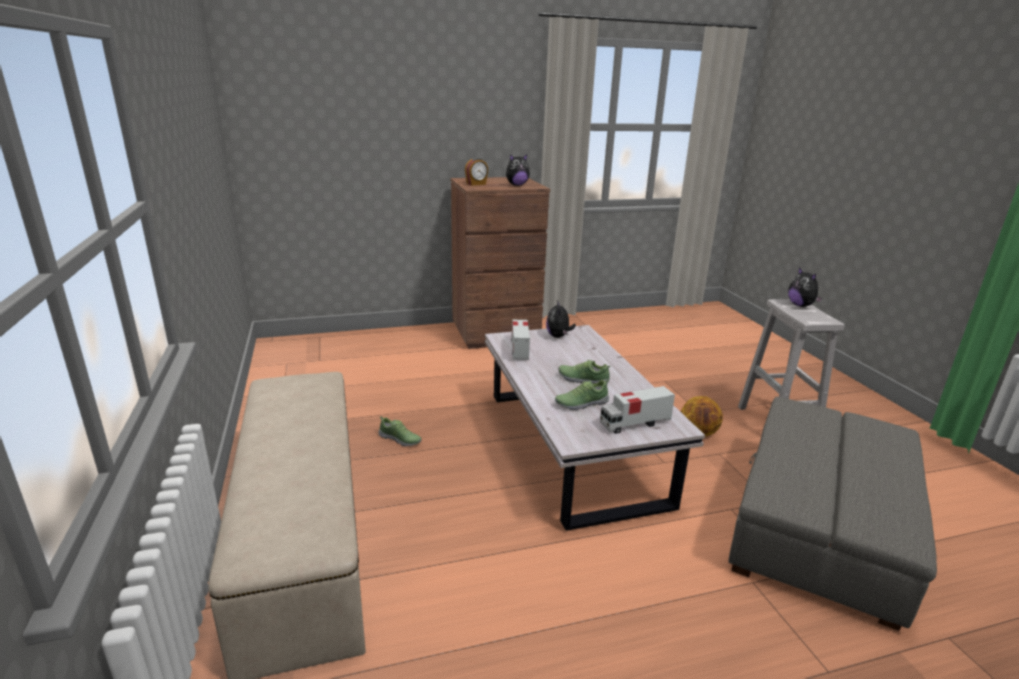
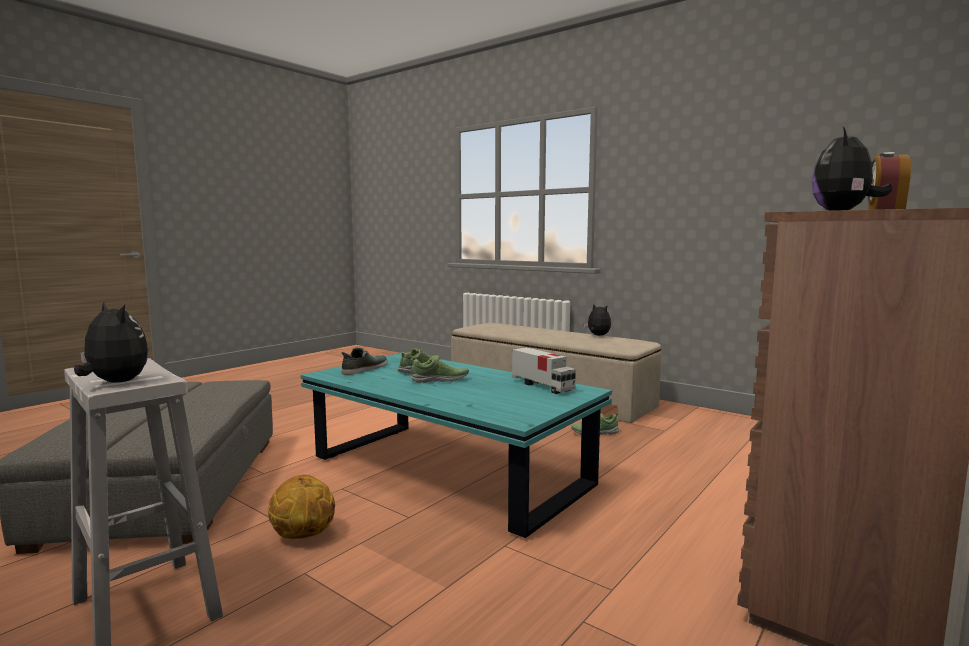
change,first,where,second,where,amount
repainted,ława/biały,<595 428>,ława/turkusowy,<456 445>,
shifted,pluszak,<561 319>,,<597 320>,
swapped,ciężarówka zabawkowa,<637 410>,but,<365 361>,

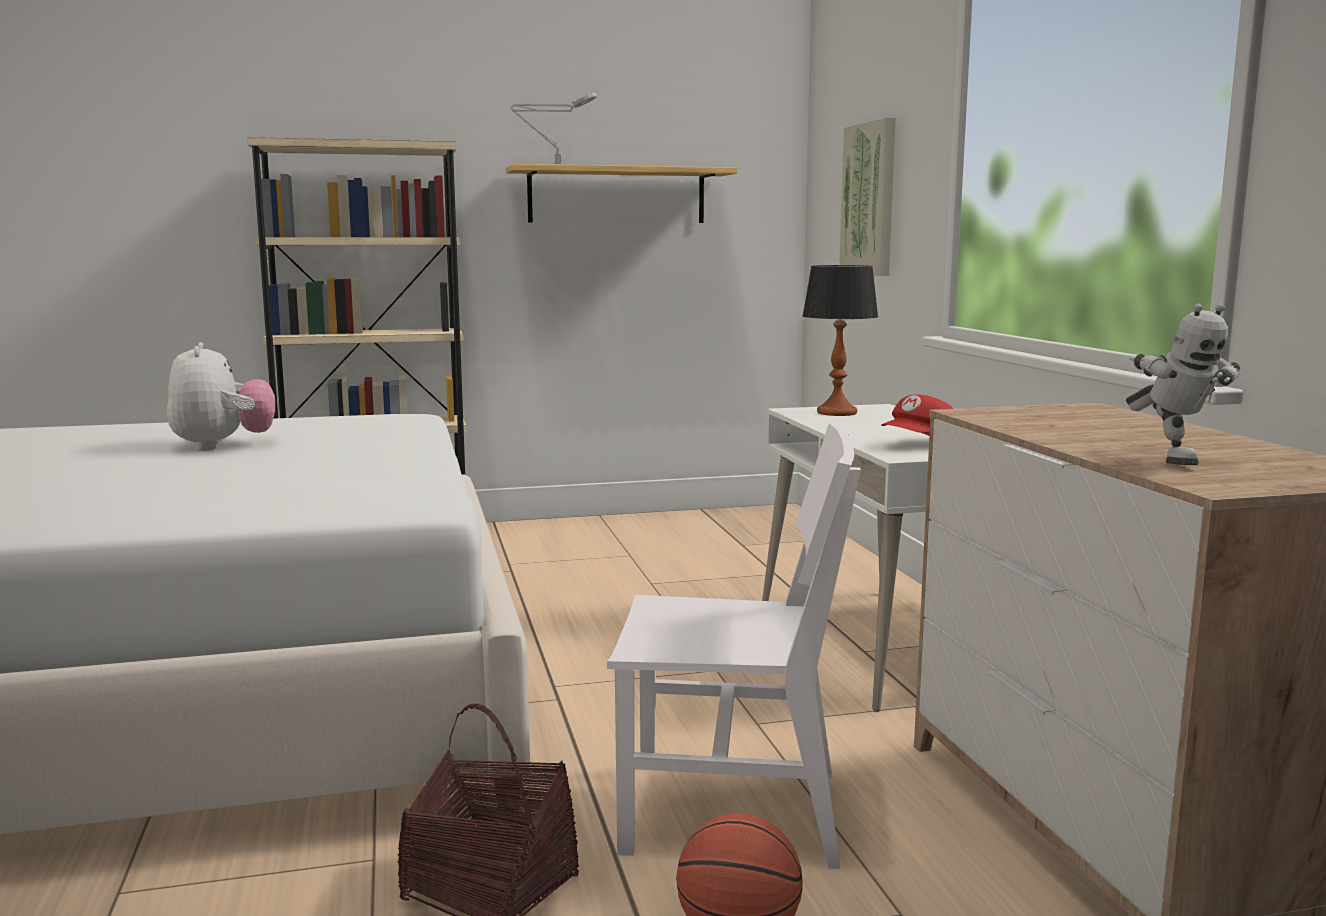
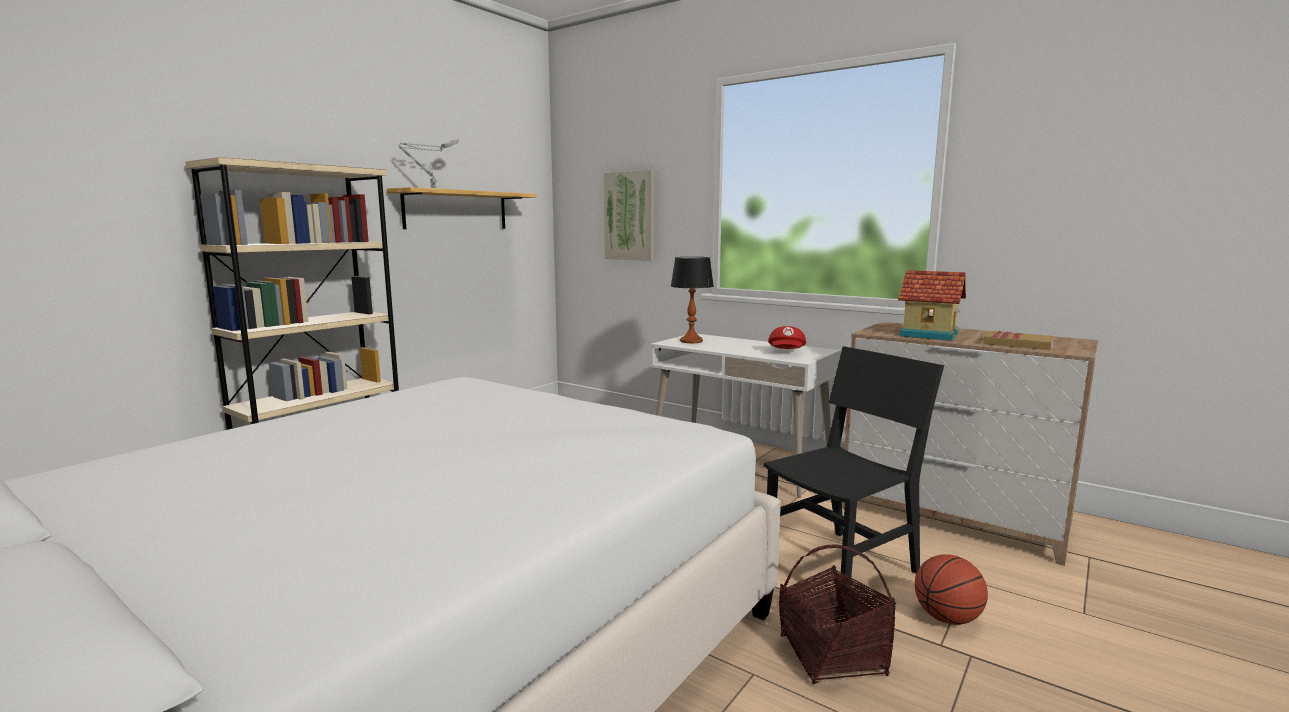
change,first,where,second,where,amount
gone,pluszak,<221 396>,,,
repainted,krzesło/biały,<734 646>,krzesło/czarny,<854 466>,
swapped,robot zabawkowy,<1183 384>,książka,<1018 340>,
new,,,domek,<932 305>,

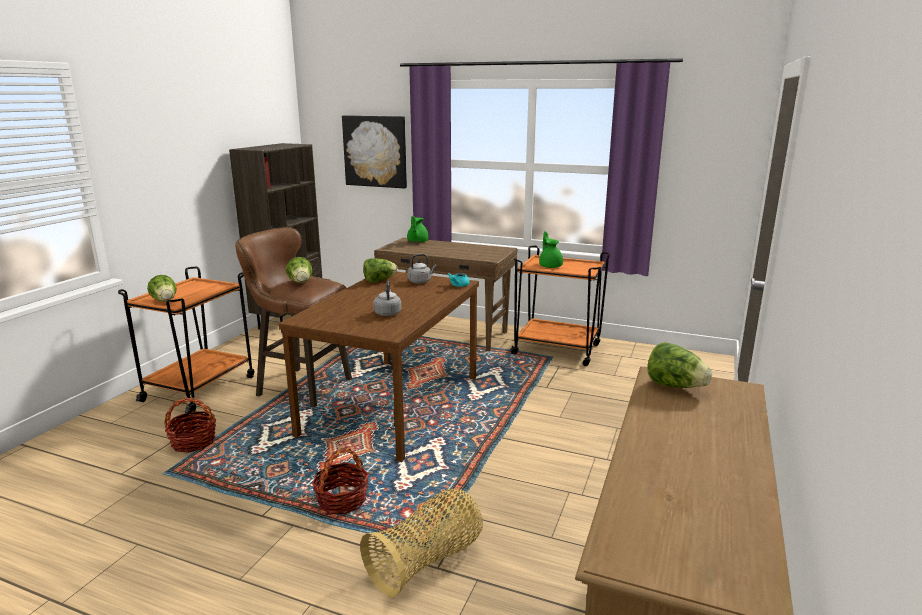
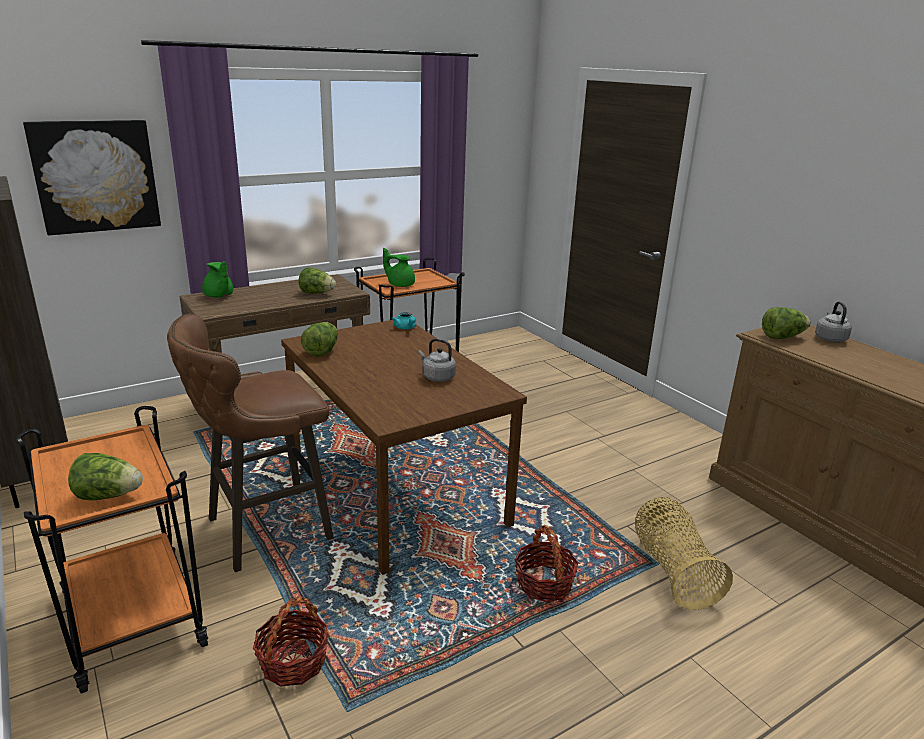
change,first,where,second,where,amount
shifted,sałata,<299 270>,,<317 281>,
shifted,czajnik/szary,<422 269>,,<833 321>,

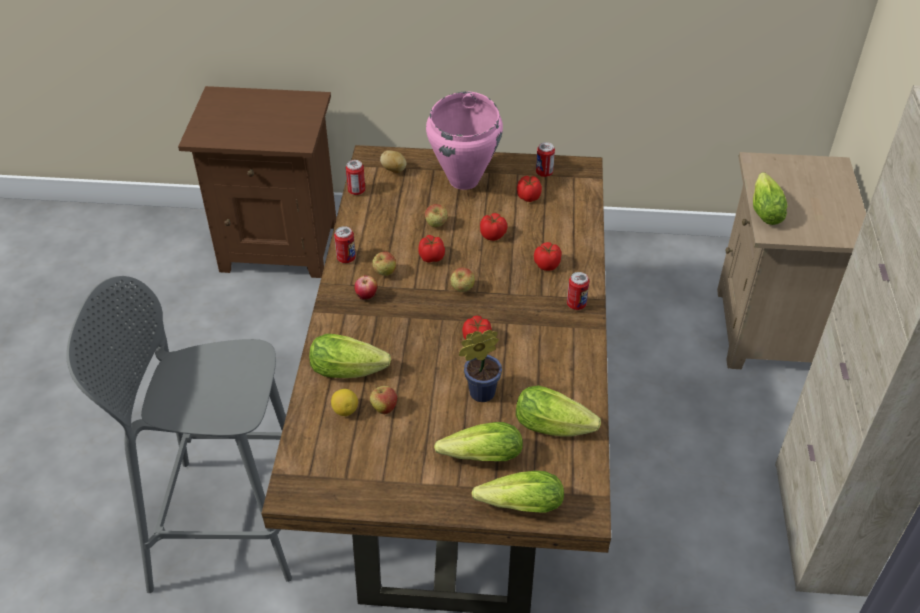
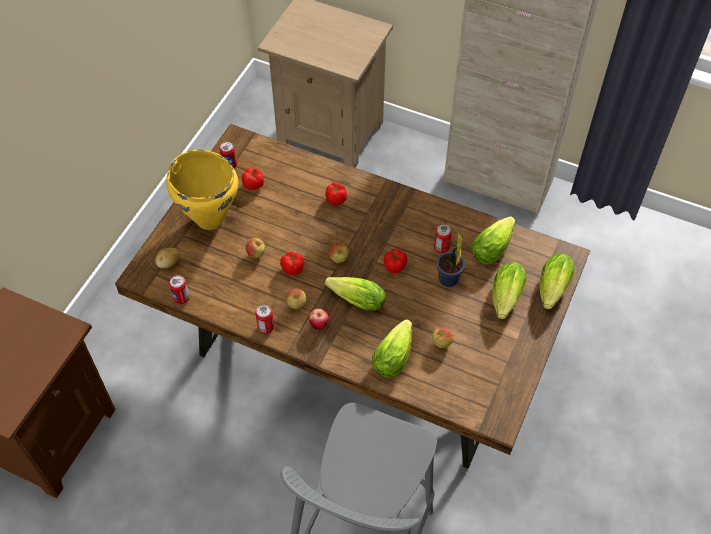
change,first,where,second,where,amount
gone,cytryna,<344 402>,,,
repainted,garnek/różowy,<464 140>,garnek/żółty,<202 190>,
gone,pomidor,<494 227>,,,
shifted,puszka,<578 291>,,<443 239>,
shifted,sałata,<770 198>,,<355 293>,

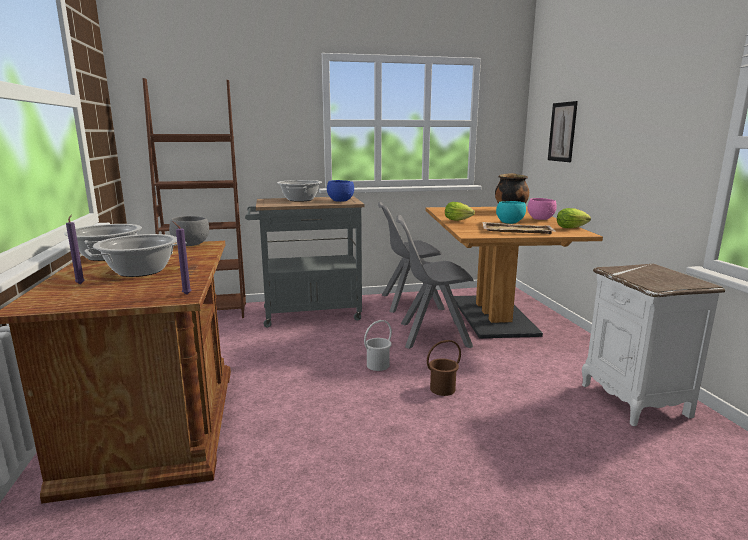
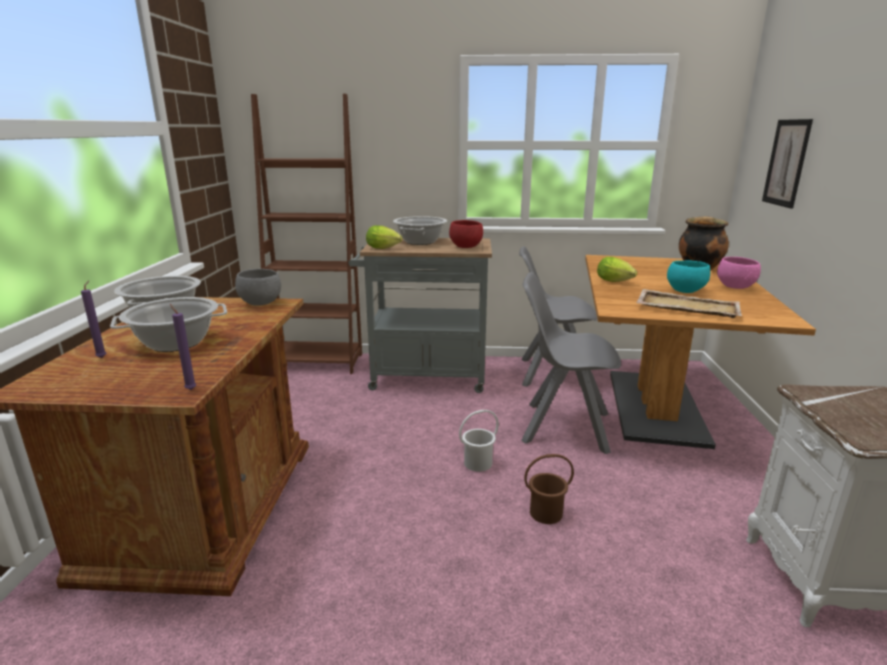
change,first,where,second,where,amount
repainted,miska/niebieski,<340 191>,miska/czerwony,<466 234>,
shifted,sałata,<574 218>,,<384 237>,

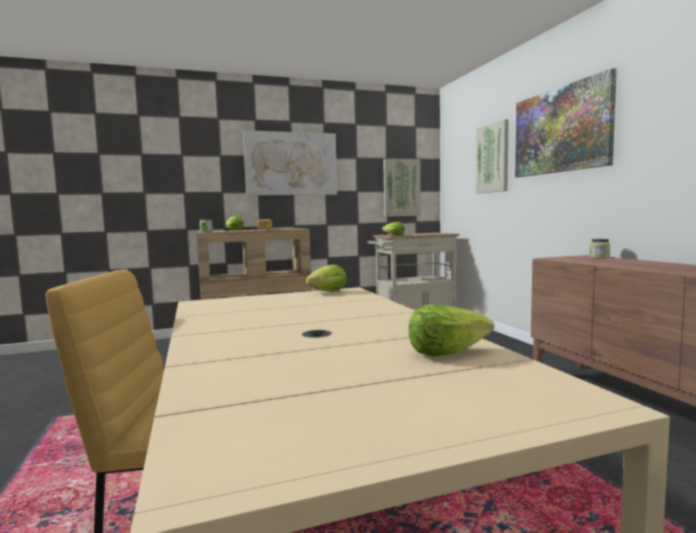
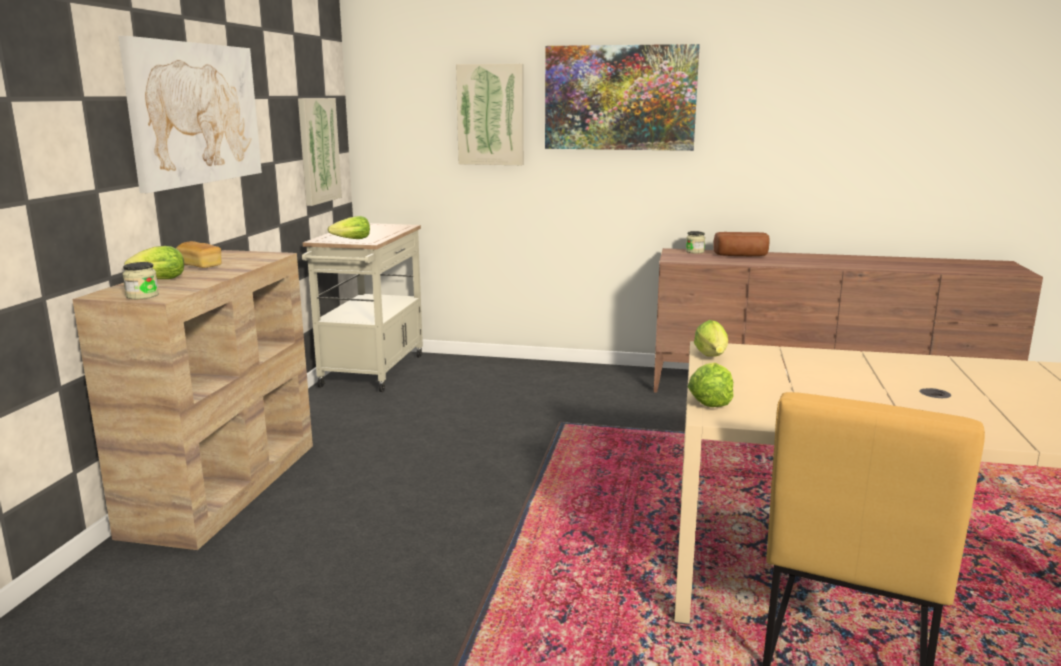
change,first,where,second,where,amount
shifted,sałata,<451 331>,,<711 384>,
new,,,chleb,<741 244>,

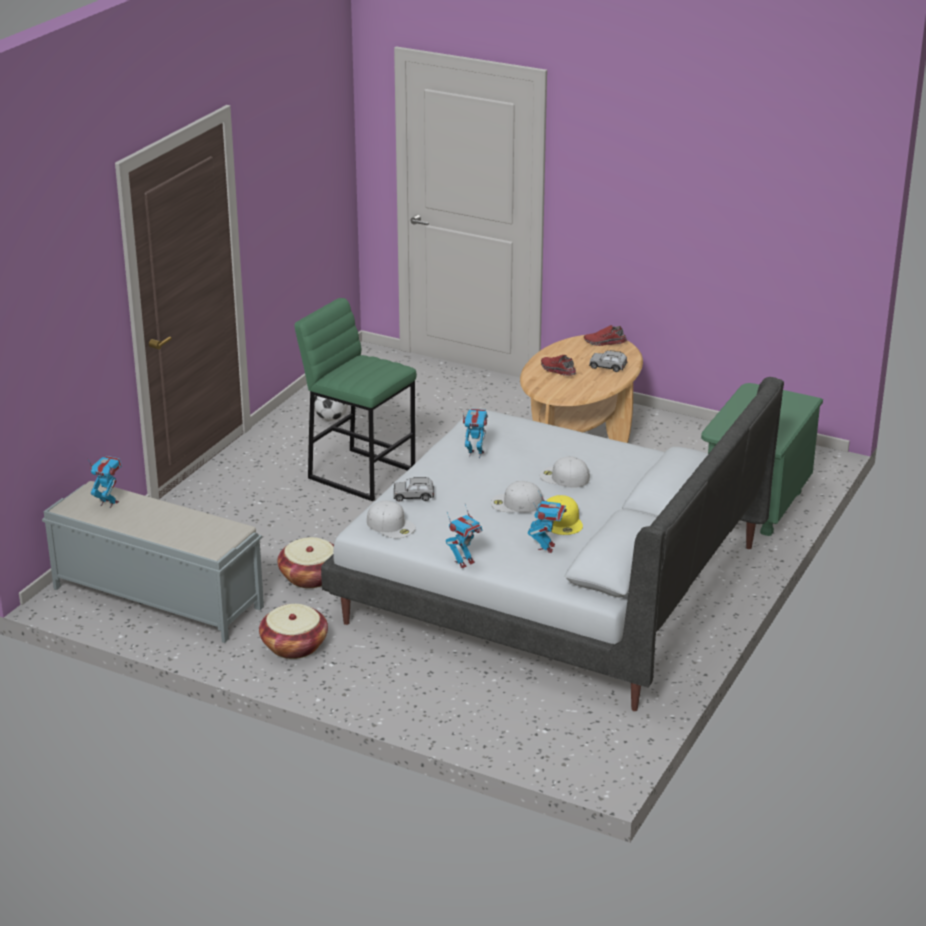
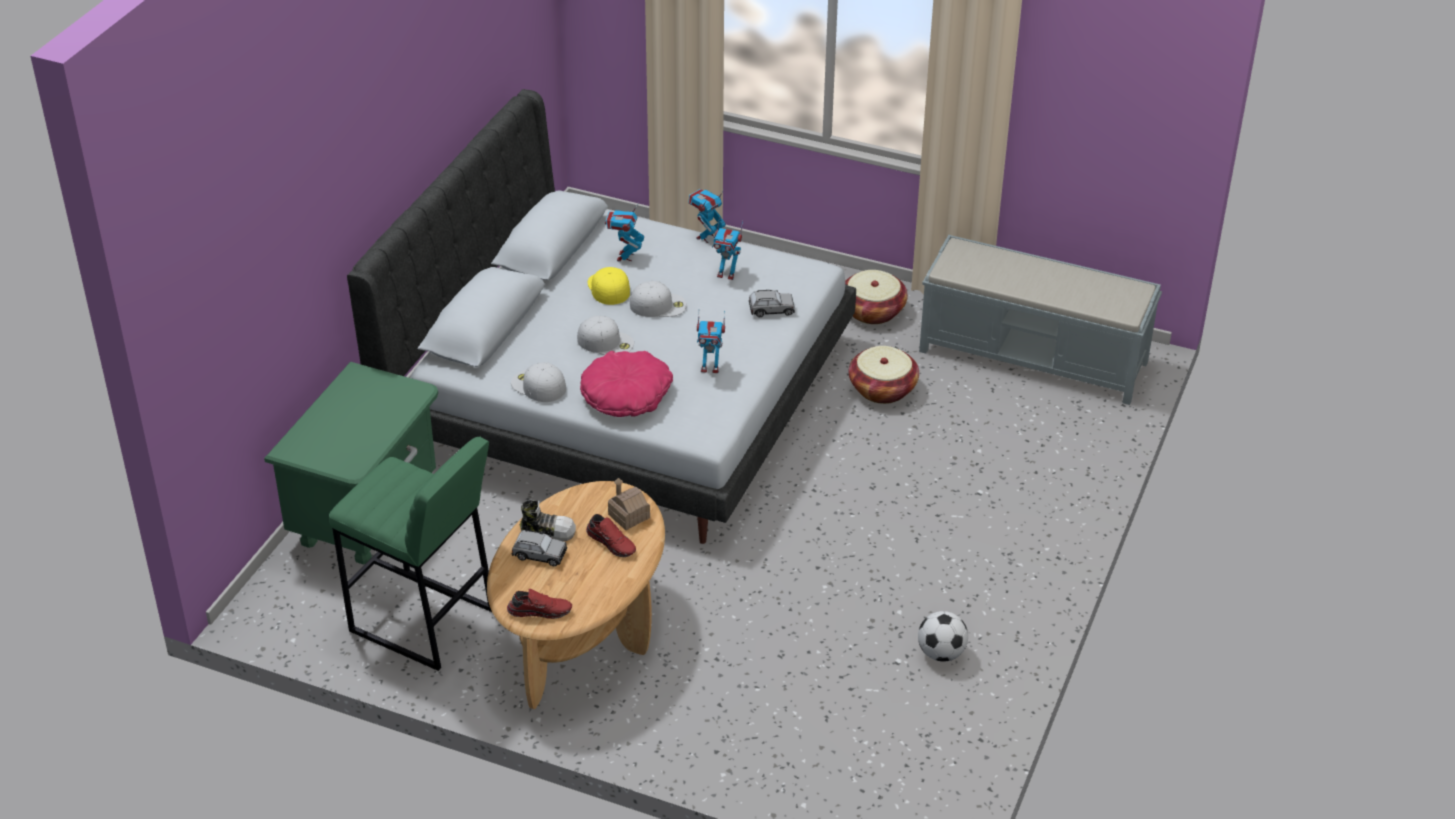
change,first,where,second,where,amount
shifted,robot zabawkowy,<104 482>,,<727 248>,
shifted,stołek/zielony,<356 399>,,<410 554>,
shifted,czapka z daszkiem/biały,<391 519>,,<538 382>,
new,,,but,<547 520>,
new,,,poduszka/różowy,<626 384>,
new,,,domek,<629 504>,

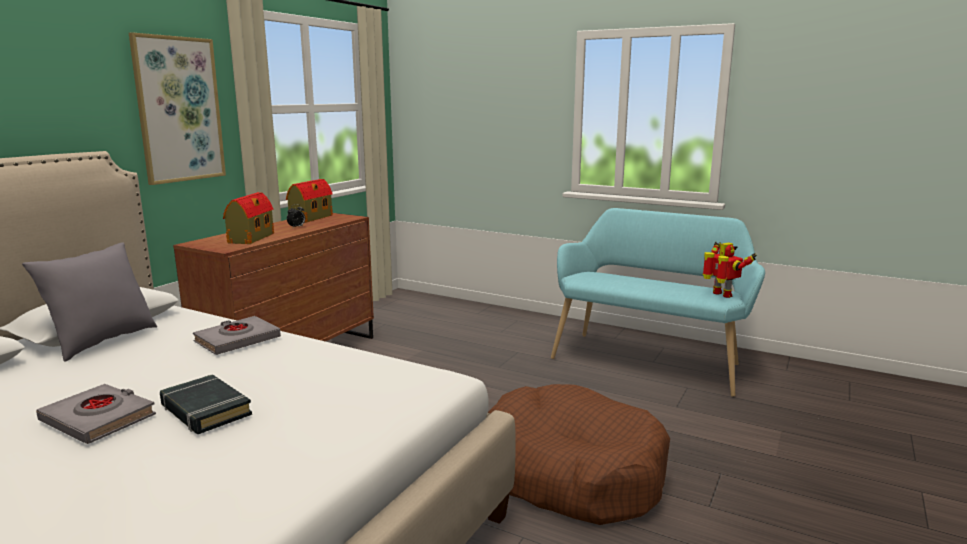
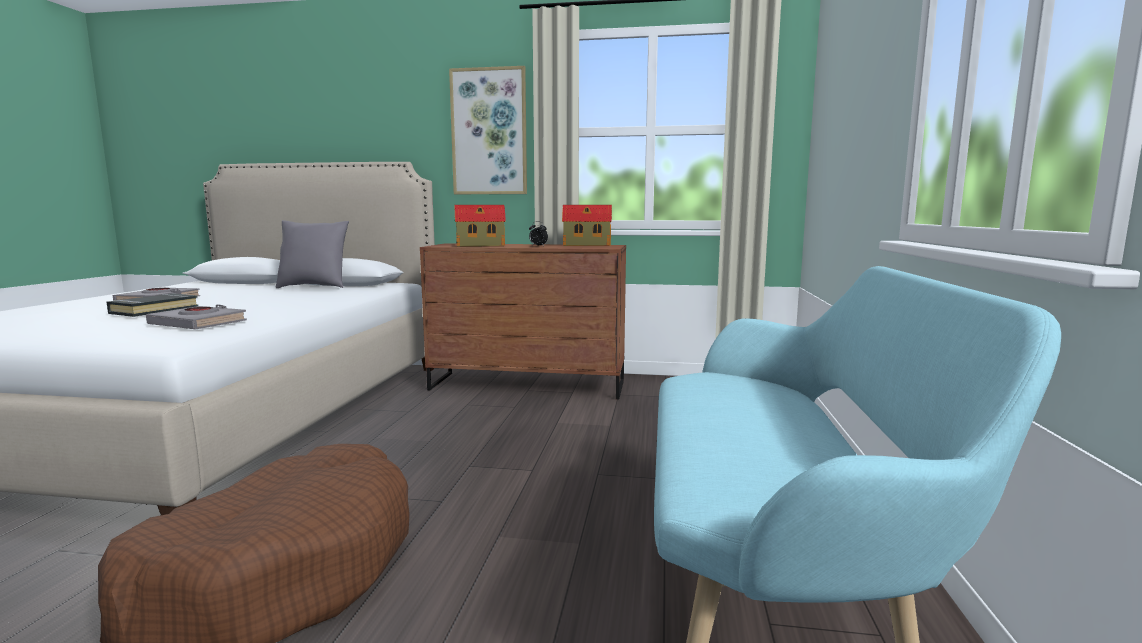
change,first,where,second,where,amount
shifted,książka/szary,<237 335>,,<196 316>,
gone,robot zabawkowy,<729 270>,,,

